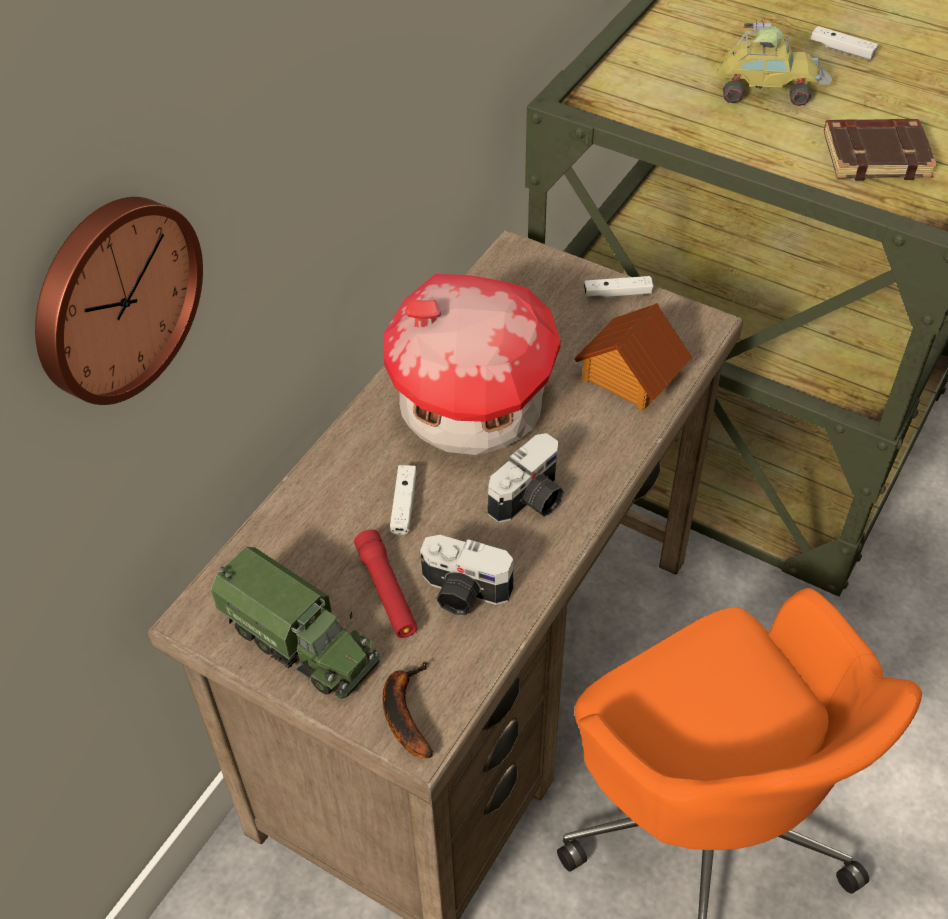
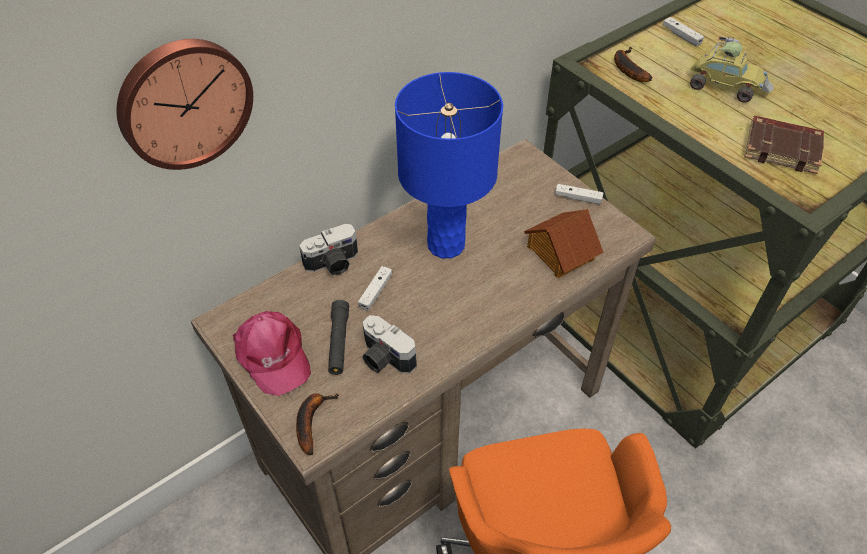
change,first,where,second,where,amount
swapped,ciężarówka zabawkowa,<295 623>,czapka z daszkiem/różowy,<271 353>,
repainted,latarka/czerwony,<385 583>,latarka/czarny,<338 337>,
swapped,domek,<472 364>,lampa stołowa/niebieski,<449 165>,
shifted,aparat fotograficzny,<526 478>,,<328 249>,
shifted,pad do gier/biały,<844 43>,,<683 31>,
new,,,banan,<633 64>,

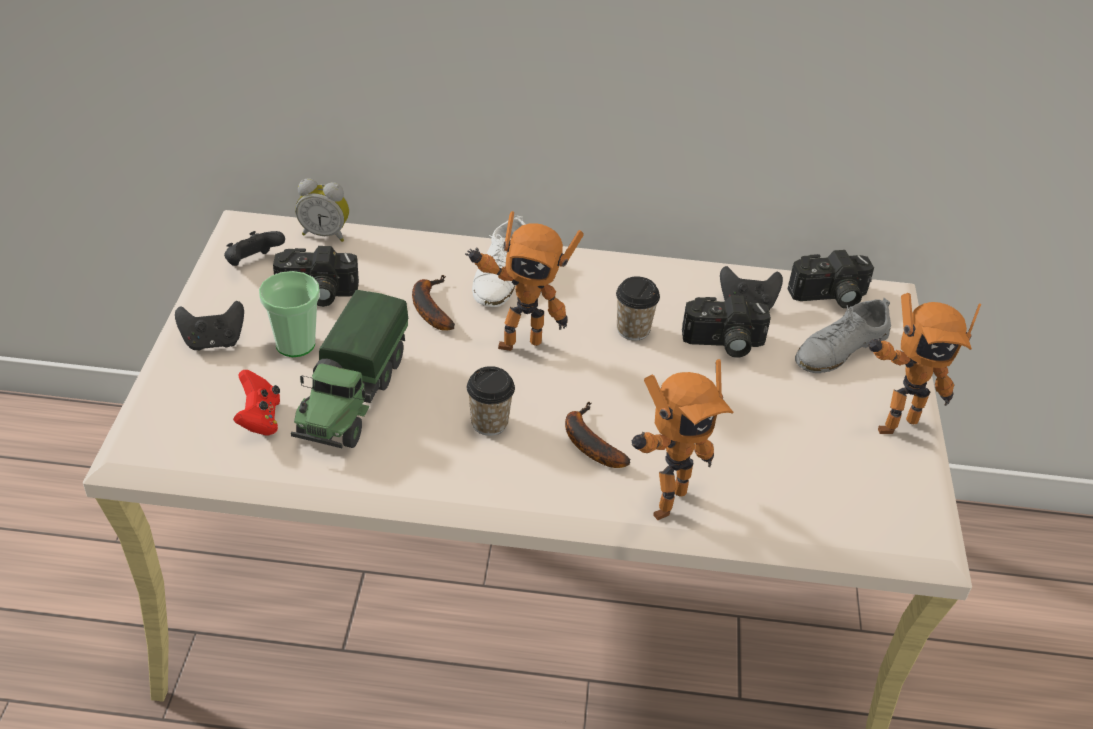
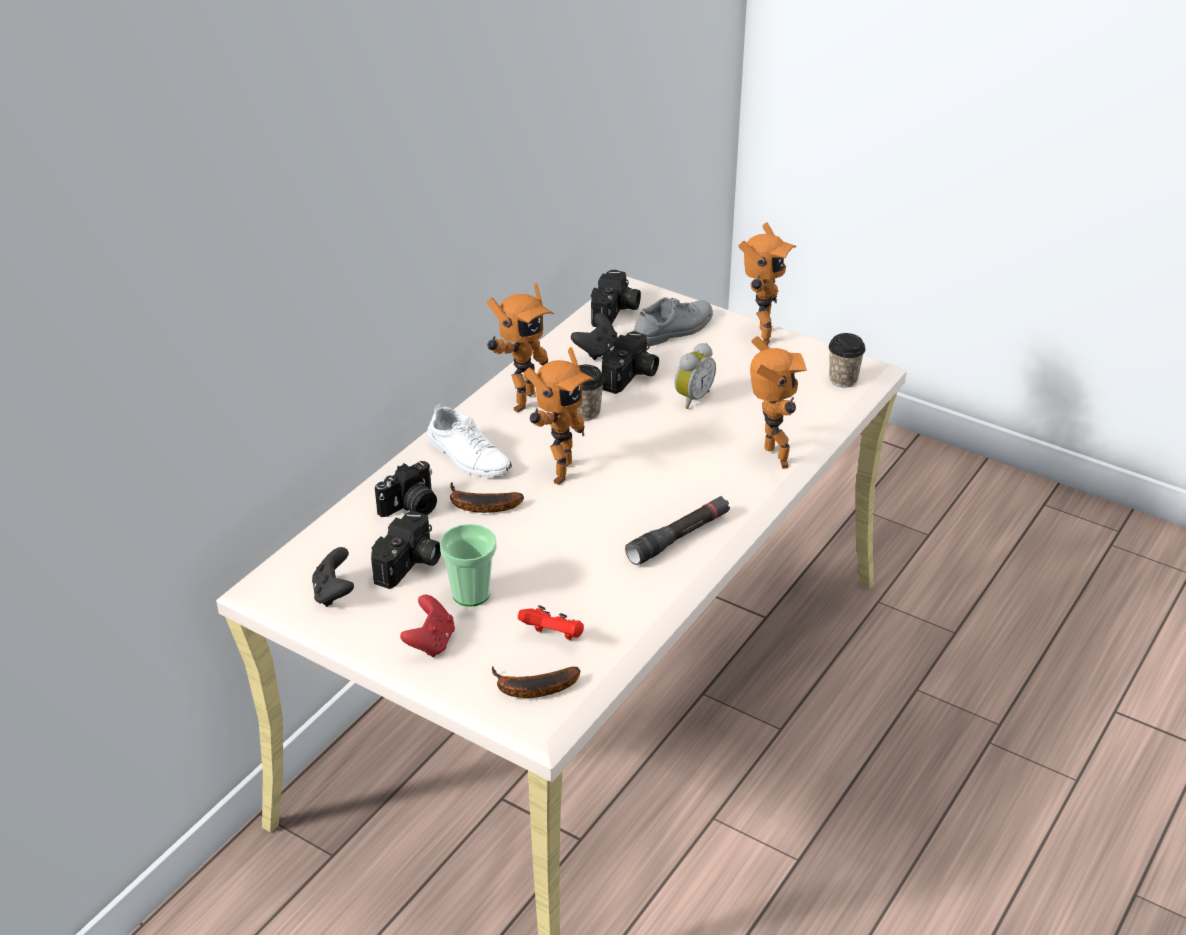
change,first,where,second,where,amount
repainted,pad do gier/czarny,<209 325>,pad do gier/czerwony,<427 626>,
gone,ciężarówka zabawkowa,<349 369>,,,
shifted,budzik,<322 210>,,<695 376>,
shifted,filiżanka,<491 401>,,<847 360>,
shifted,banan,<598 435>,,<536 682>,
rotated,but/szary,<843 335>,,<673 322>,120 degrees counterclockwise
new,,,aparat fotograficzny,<406 489>,
new,,,robot zabawkowy,<520 347>,
new,,,latarka/czarny,<677 530>,

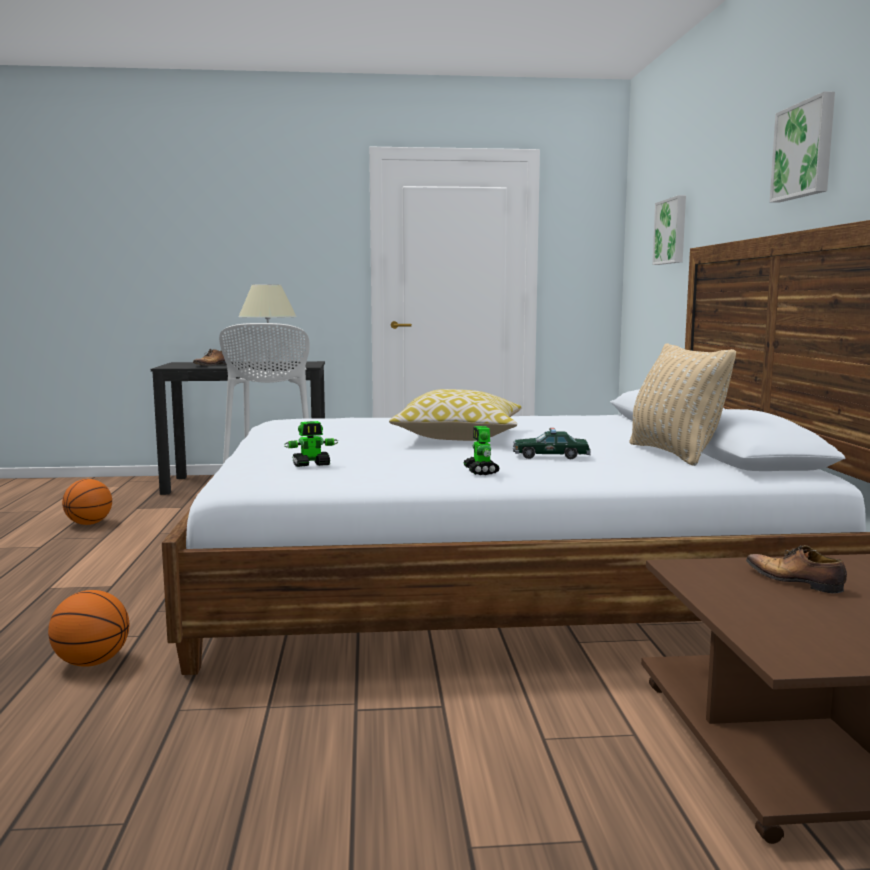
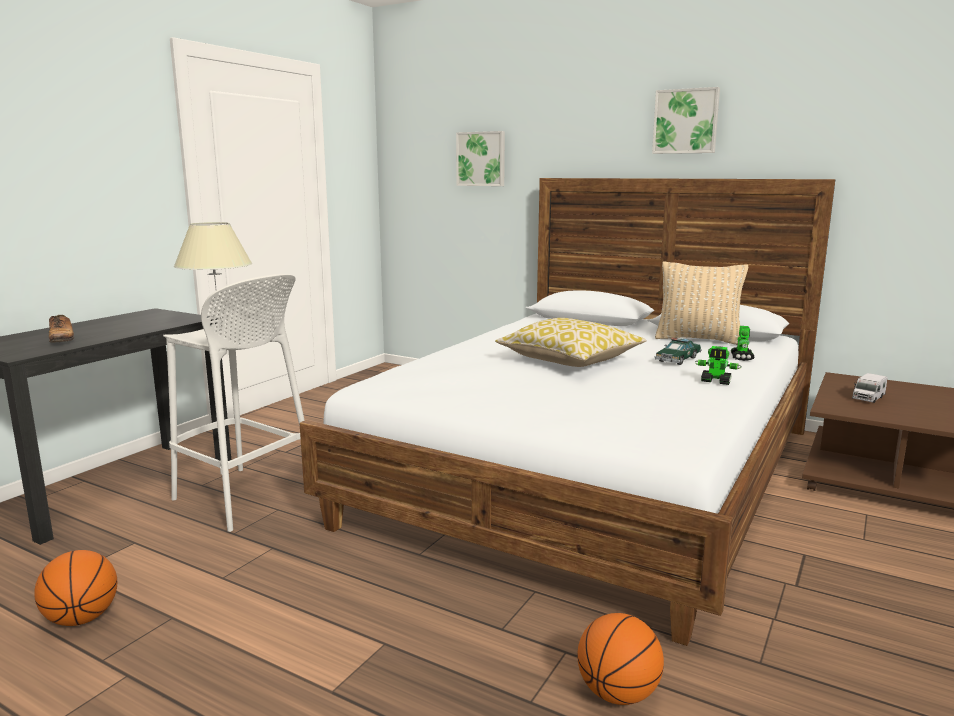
change,first,where,second,where,amount
shifted,robot zabawkowy,<311 444>,,<742 343>,
swapped,but,<796 569>,ciężarówka zabawkowa,<870 388>,

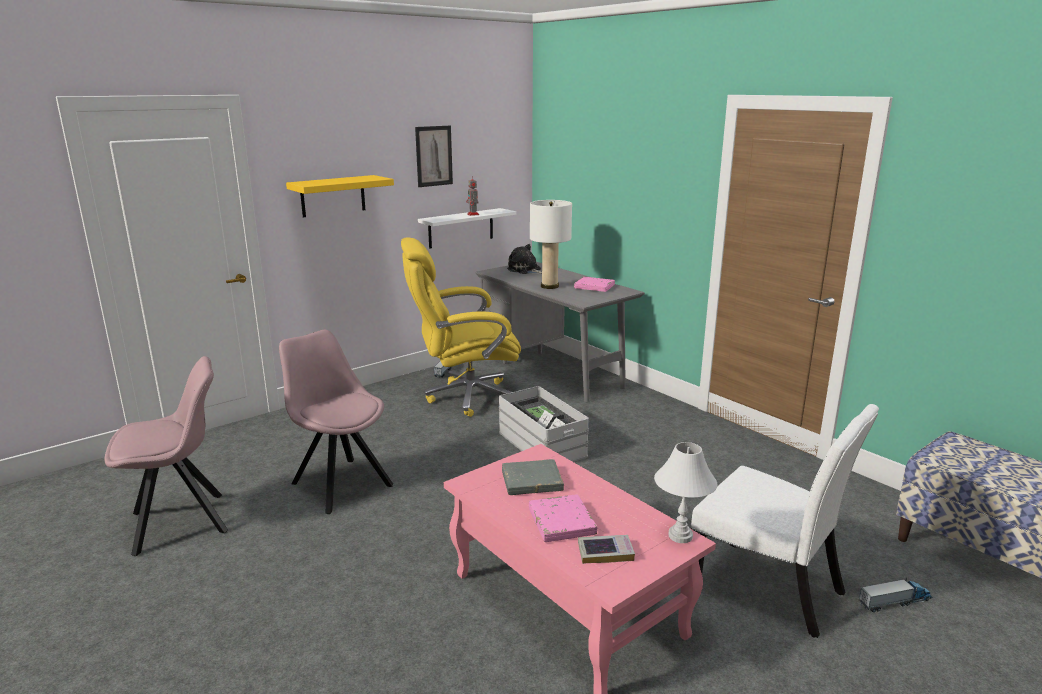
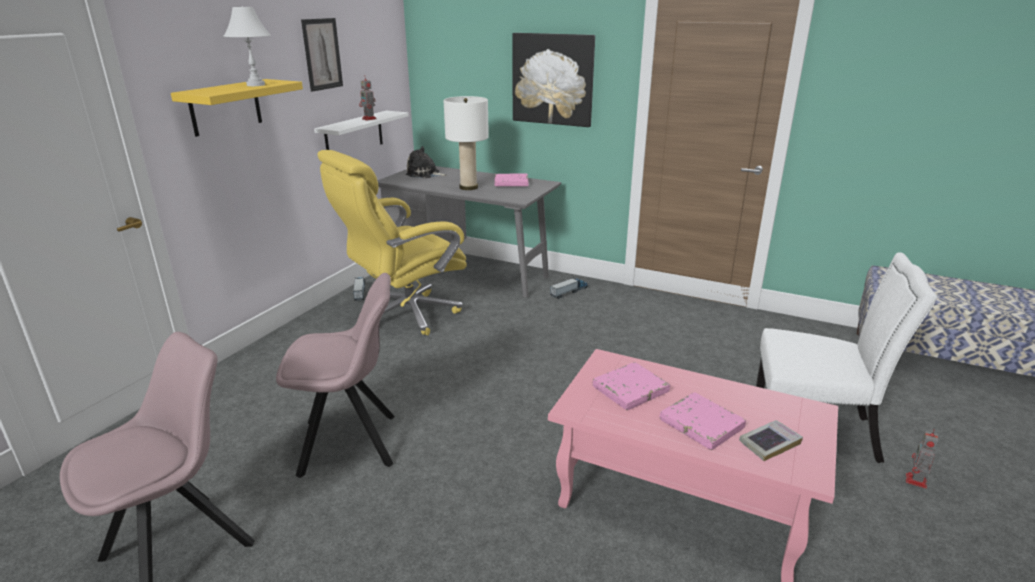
change,first,where,second,where,amount
rotated,krzesło/różowy,<336 422>,,<335 375>,150 degrees clockwise
gone,pojemnik do przechowywania/szary,<544 424>,,,
repainted,książka/szary,<533 477>,książka/różowy,<631 386>,
shifted,lampa stołowa/biały,<686 492>,,<247 46>,
shifted,ciężarówka zabawkowa,<895 595>,,<569 288>,
new,,,obraz,<553 80>,
new,,,robot zabawkowy,<922 459>,

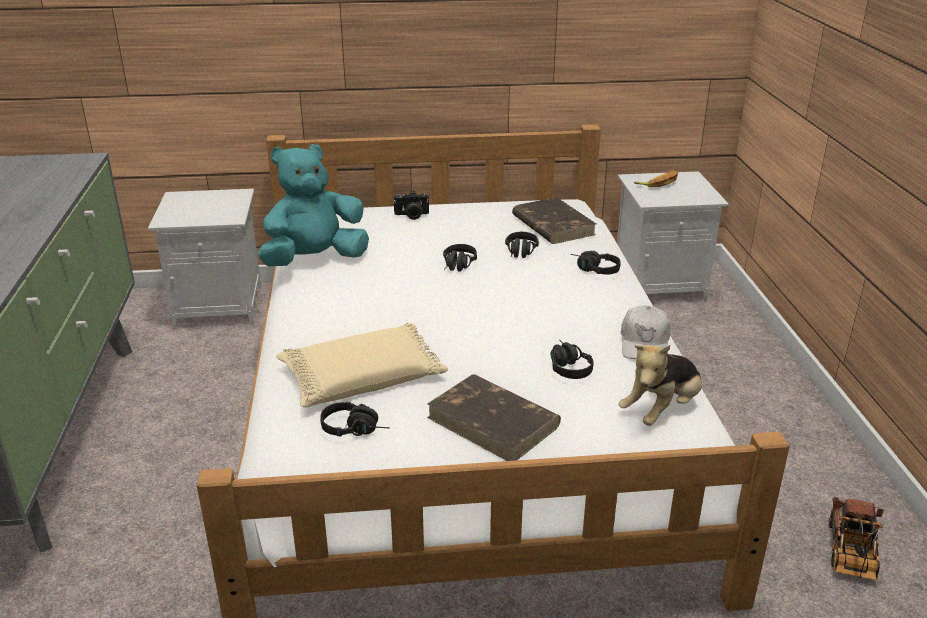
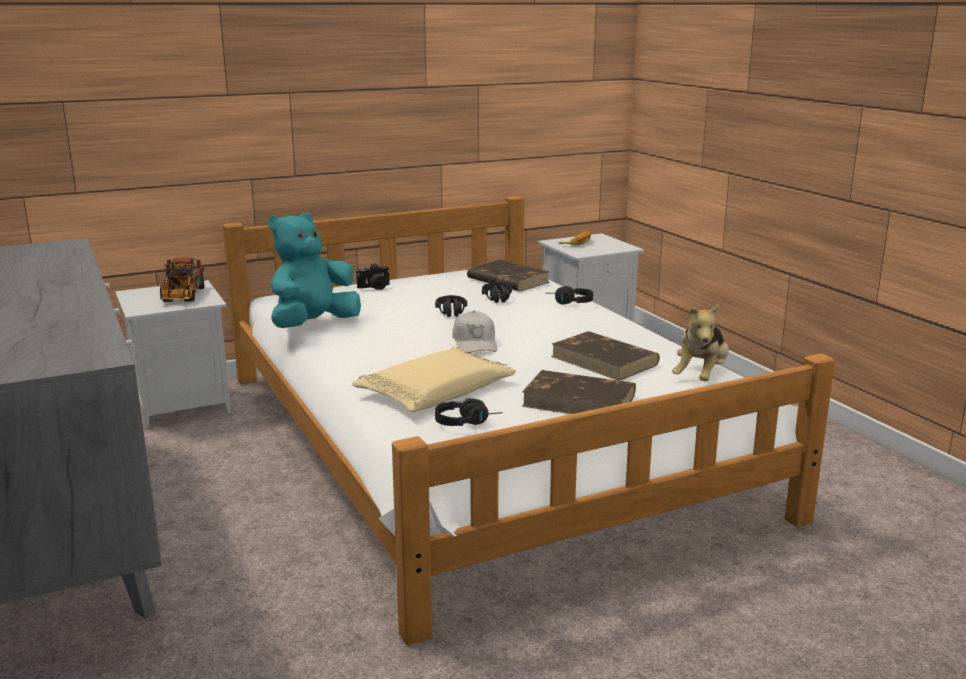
change,first,where,second,where,amount
swapped,słuchawki/czarny,<572 359>,książka/brązowy,<605 356>,
shifted,czapka z daszkiem/biały,<645 332>,,<474 332>,
shifted,ciężarówka zabawkowa,<856 538>,,<182 279>,

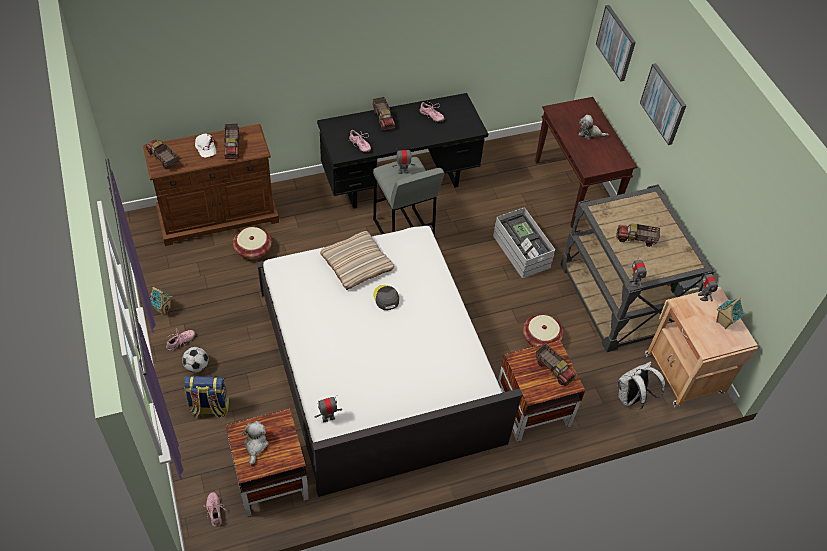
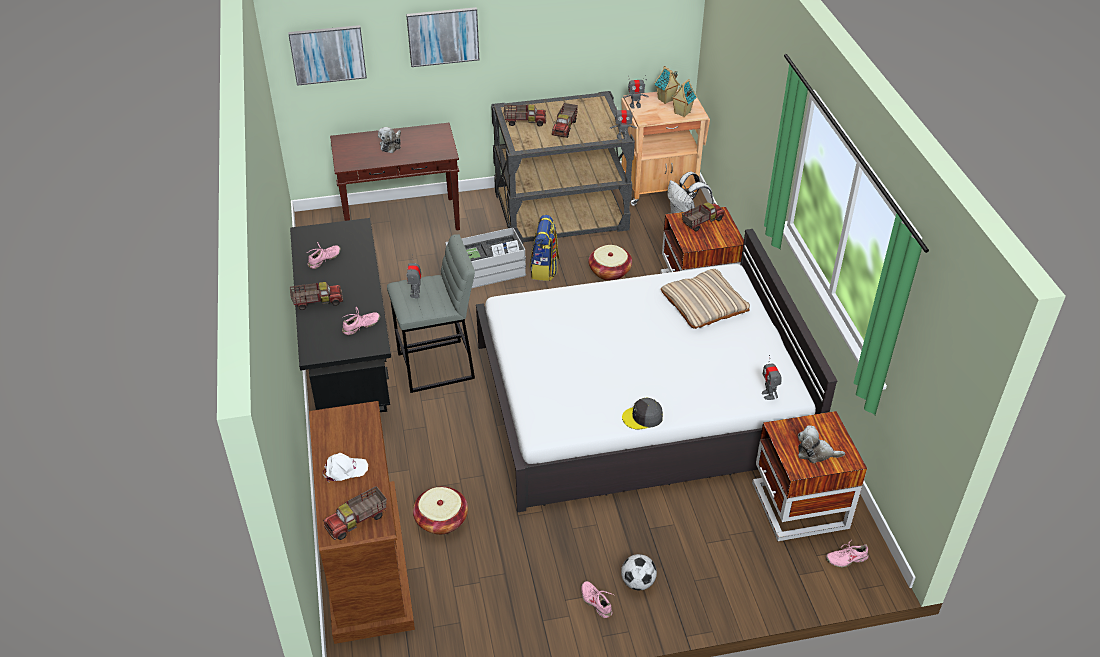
change,first,where,second,where,amount
shifted,domek,<161 301>,,<684 98>,
shifted,plecak,<206 396>,,<545 248>,
shifted,ciężarówka zabawkowa,<231 141>,,<525 115>,
shifted,poduszka/beżowy,<357 260>,,<705 299>,
shifted,czapka z daszkiem/szary,<386 297>,,<642 414>,

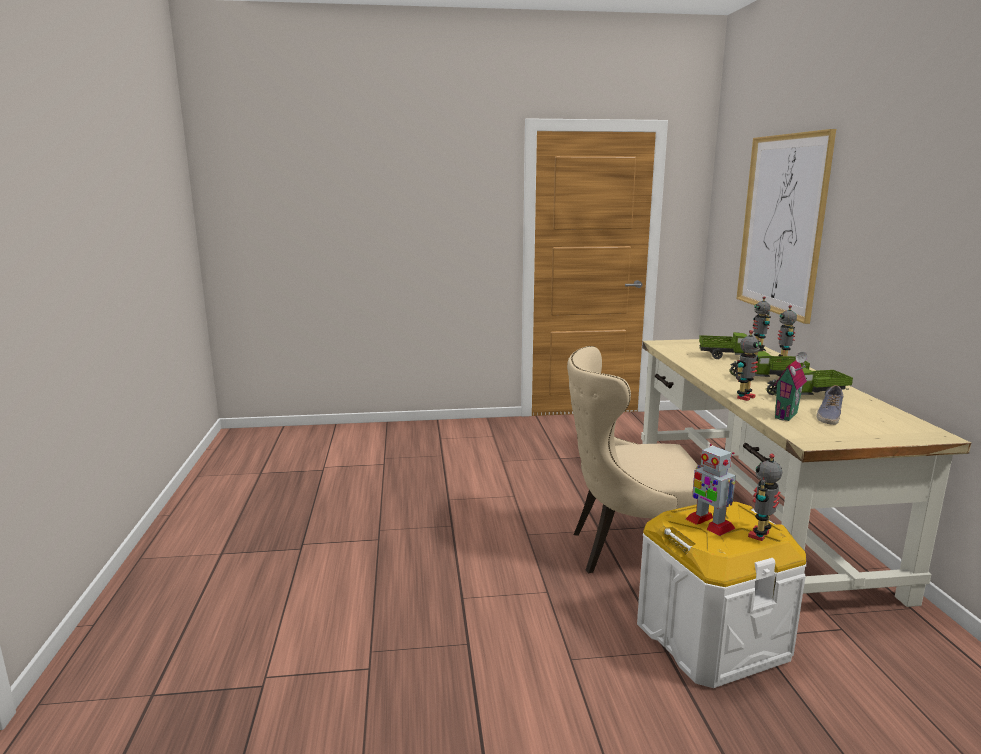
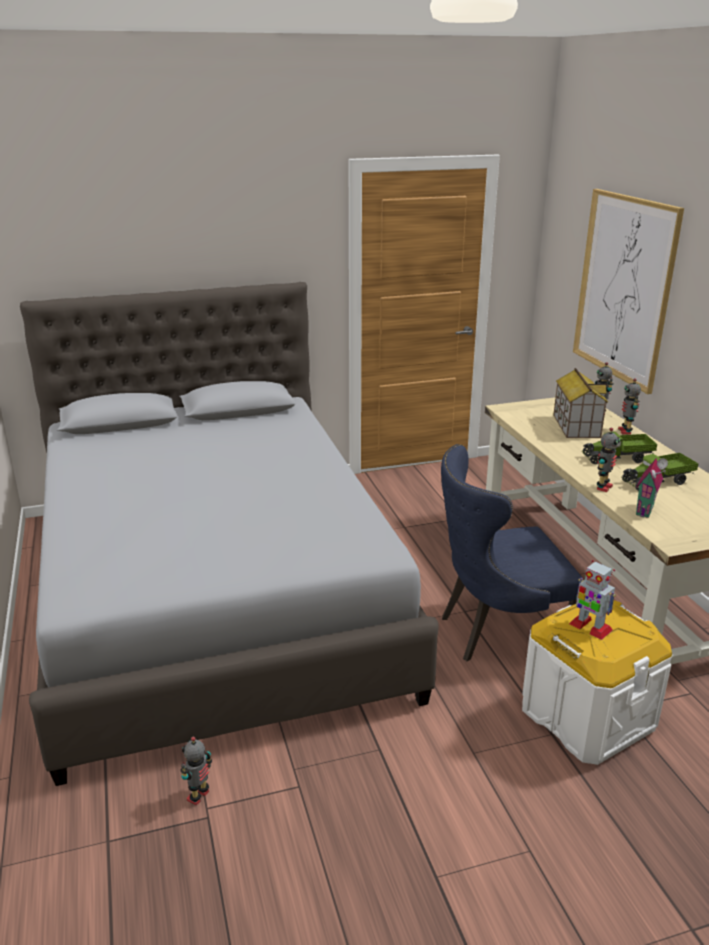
change,first,where,second,where,amount
repainted,krzesło/beżowy,<632 459>,krzesło/niebieski,<512 553>,
swapped,ciężarówka zabawkowa,<732 345>,domek,<580 403>,
shifted,robot zabawkowy,<765 497>,,<196 771>,
gone,but,<829 405>,,,
new,,,łóżko/szary,<229 534>,

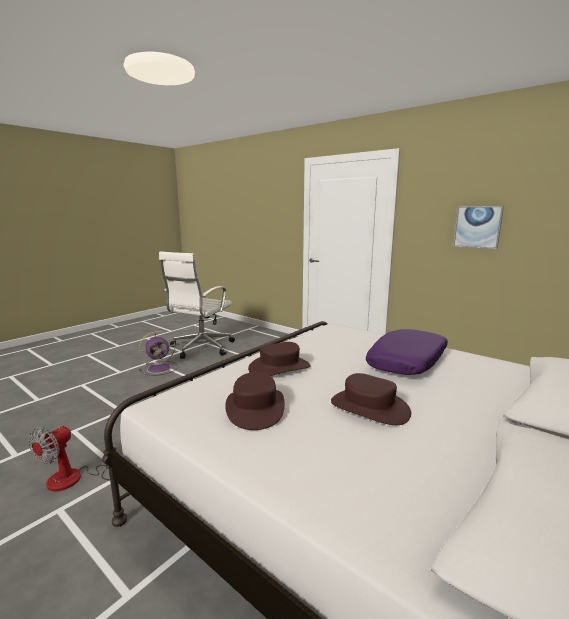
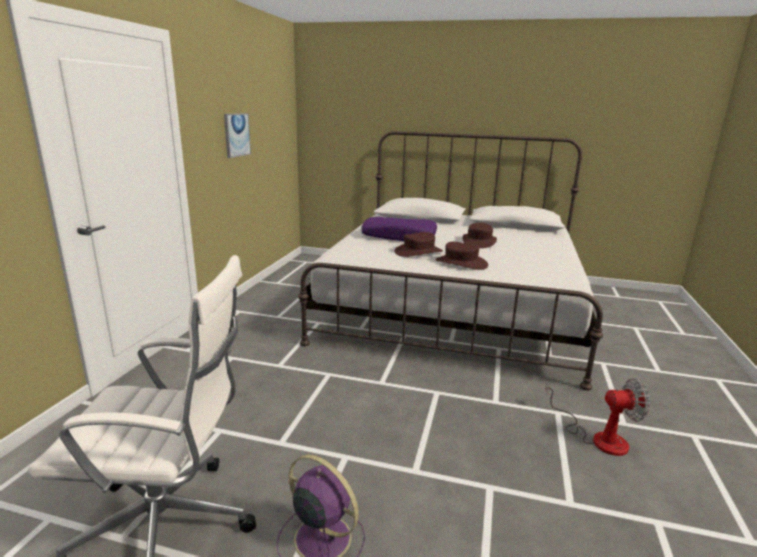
change,first,where,second,where,amount
shifted,kapelusz/brązowy,<255 401>,,<419 244>,

